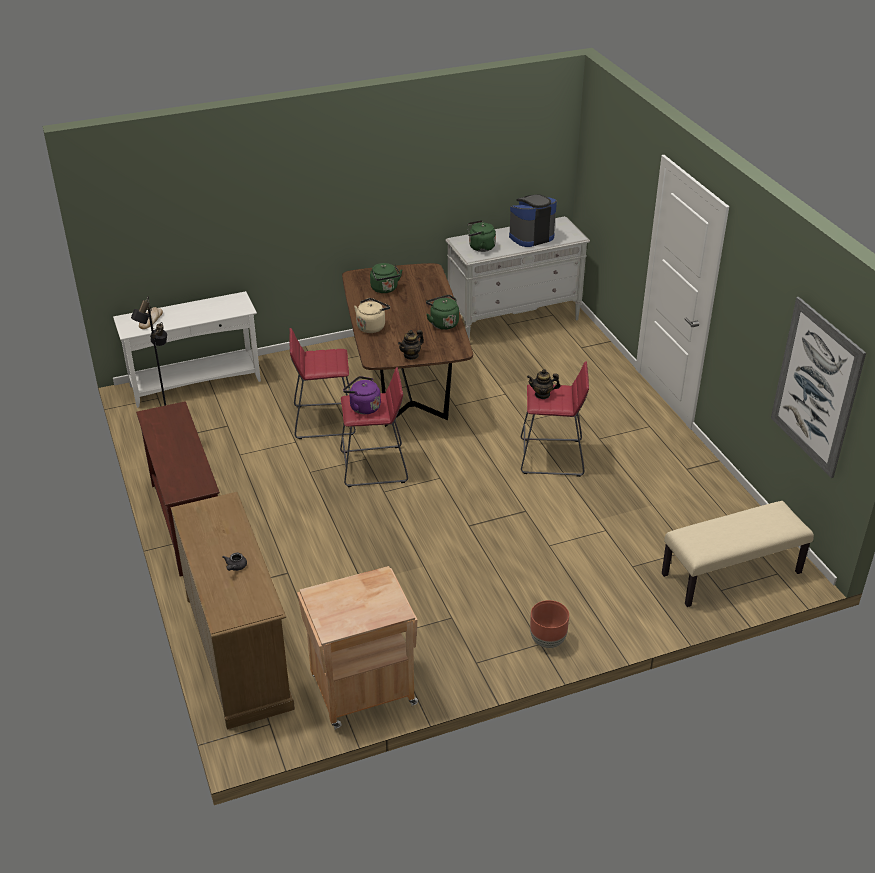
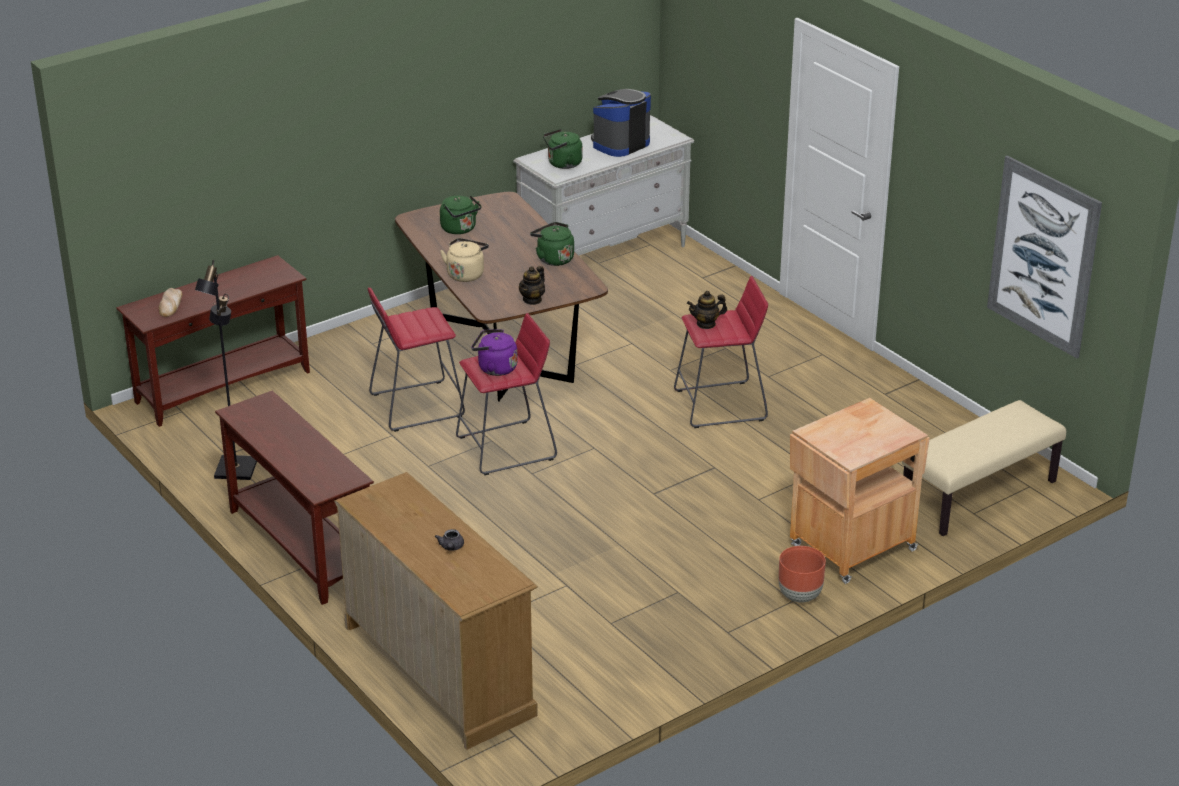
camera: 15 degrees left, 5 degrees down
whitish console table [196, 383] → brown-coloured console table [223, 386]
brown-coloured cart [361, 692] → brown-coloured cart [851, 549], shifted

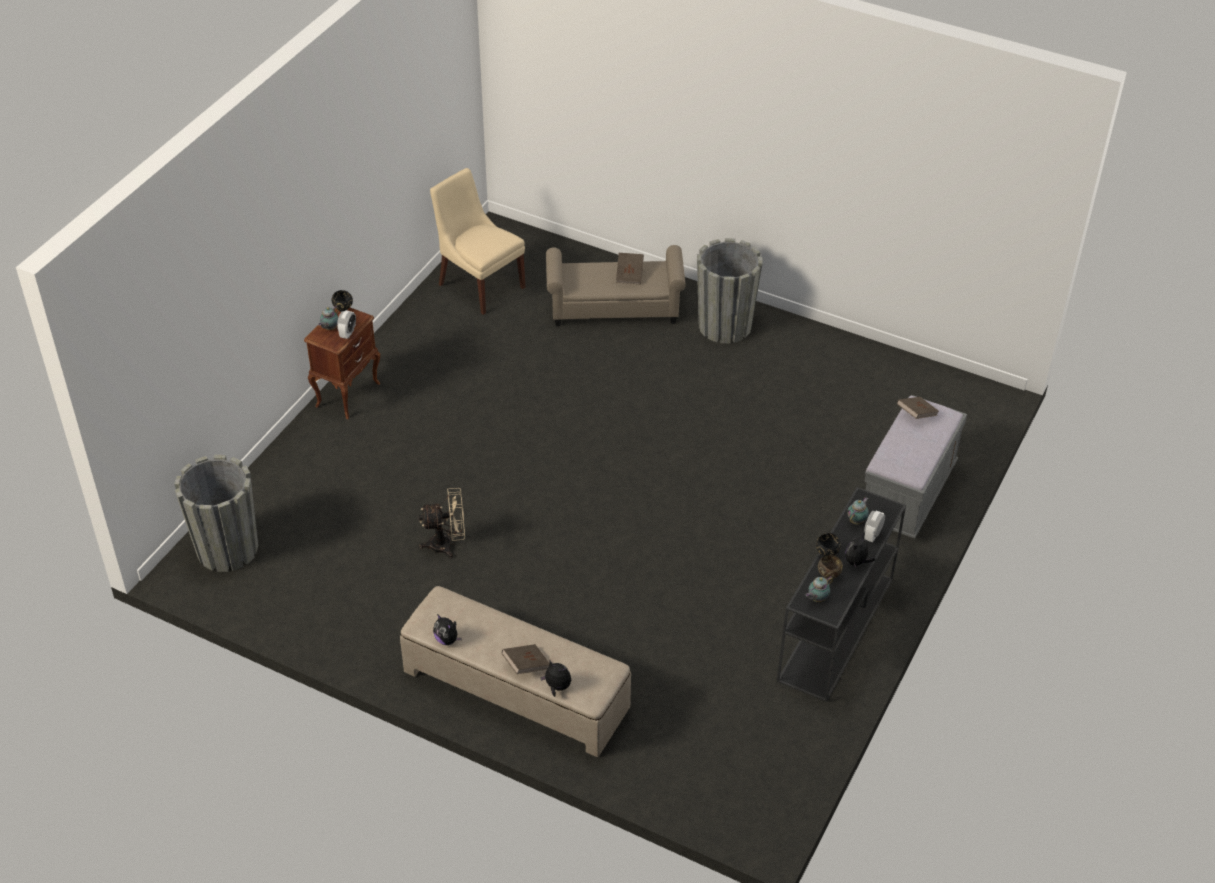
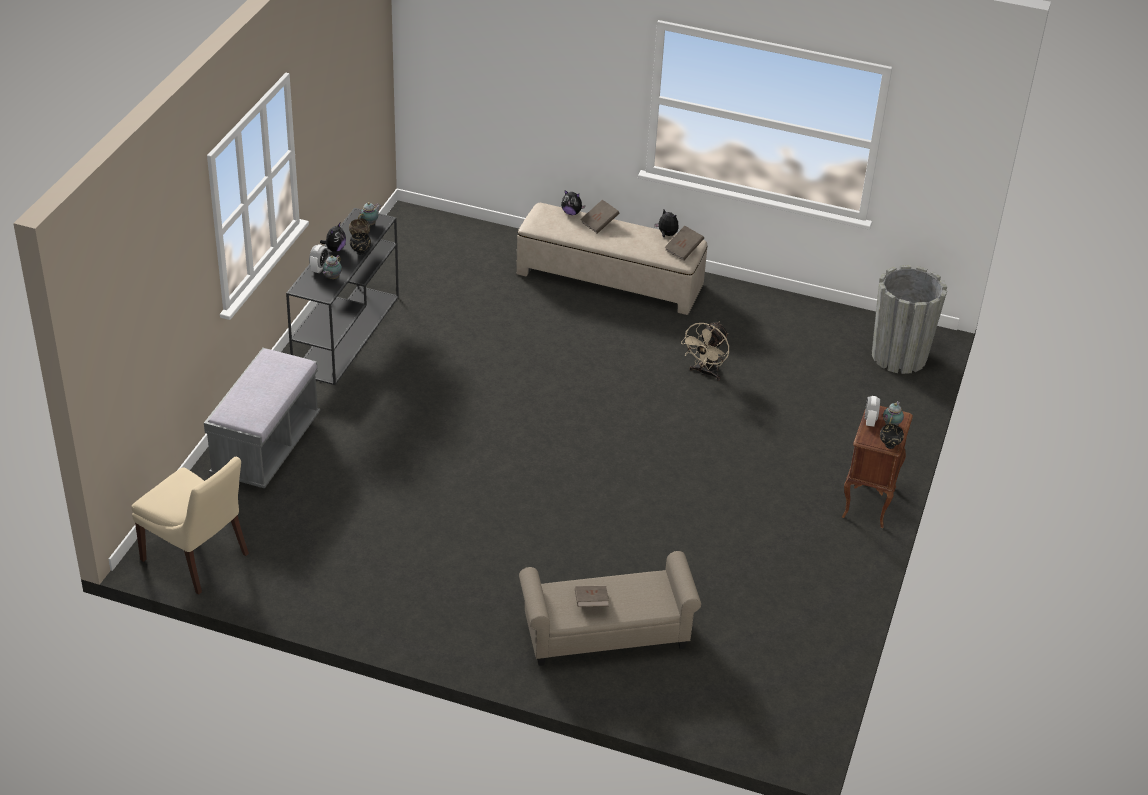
camera: 170 degrees right, 5 degrees down
beige-coloured chair [479, 284] → beige-coloured chair [197, 559], shifted
greyish flower pot [724, 326] → -
brown-coloured volume [916, 414] → brown-coloured volume [683, 250], shifted
beige-coloured cooling fan [447, 545] → beige-coloured cooling fan [705, 373], 45 degrees counterclockwise

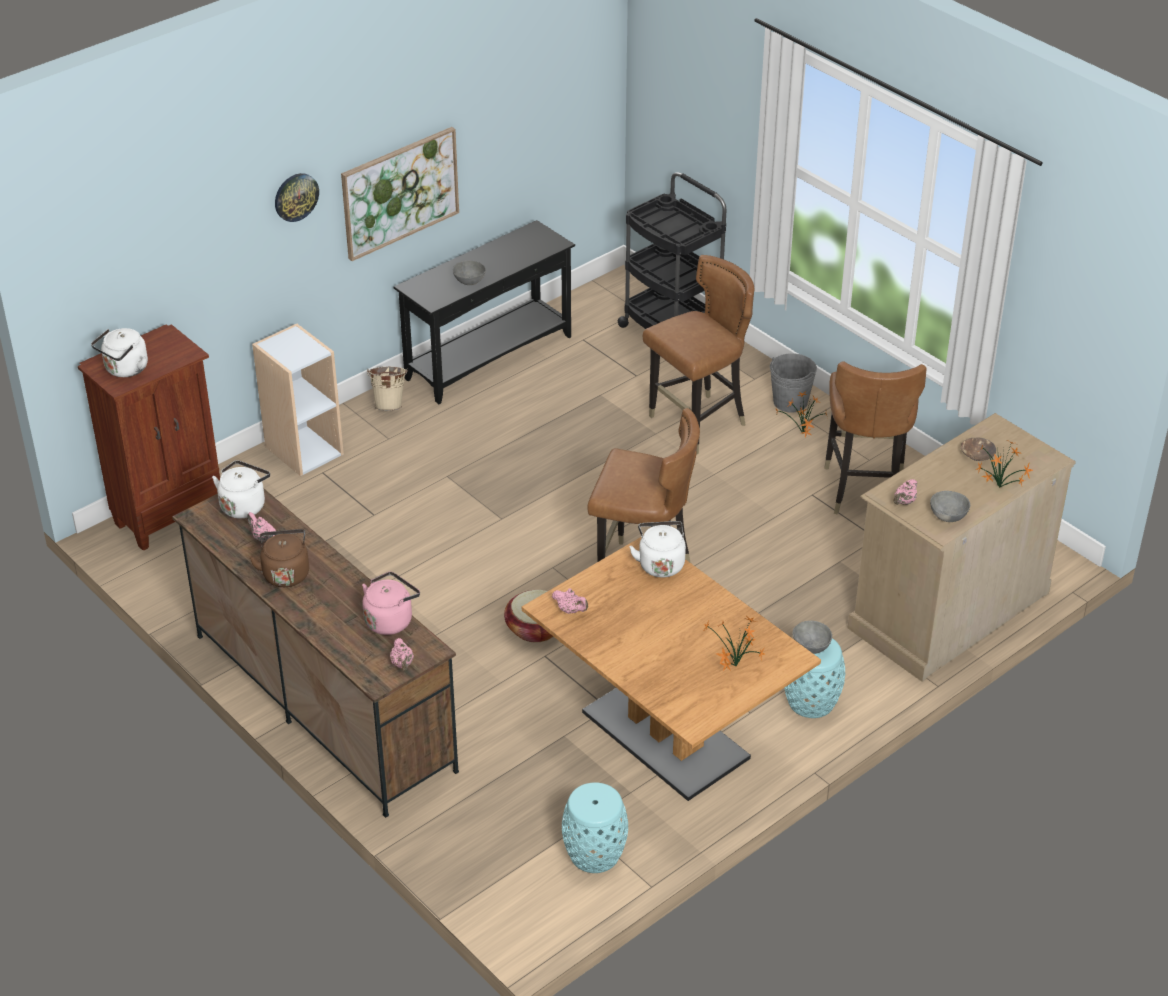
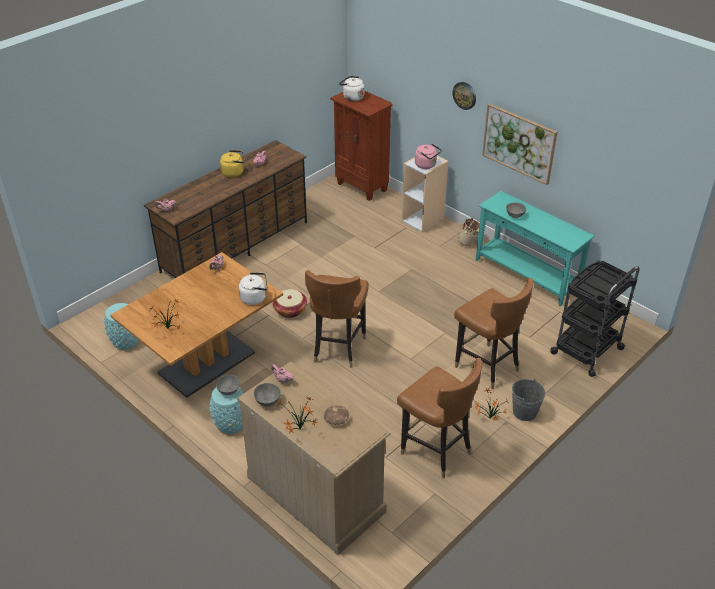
camera: 85 degrees right, 0 degrees up
black console table [489, 357] → blue-green console table [527, 275]
brown-coloured chair [864, 490] → brown-coloured chair [436, 451], 135 degrees counterclockwise
whitish kettle [244, 505] → -
brown-coloured kettle [285, 573] → yellow kettle [234, 172]
pinkish kettle [390, 620] → pinkish kettle [427, 165], shifted

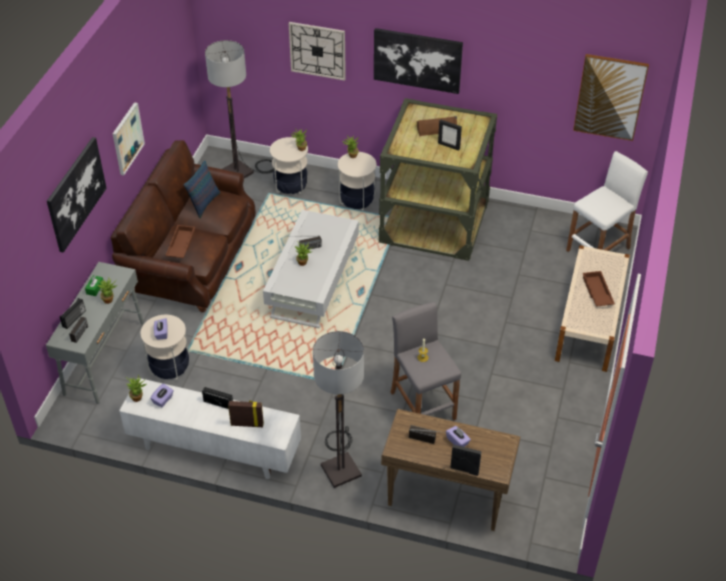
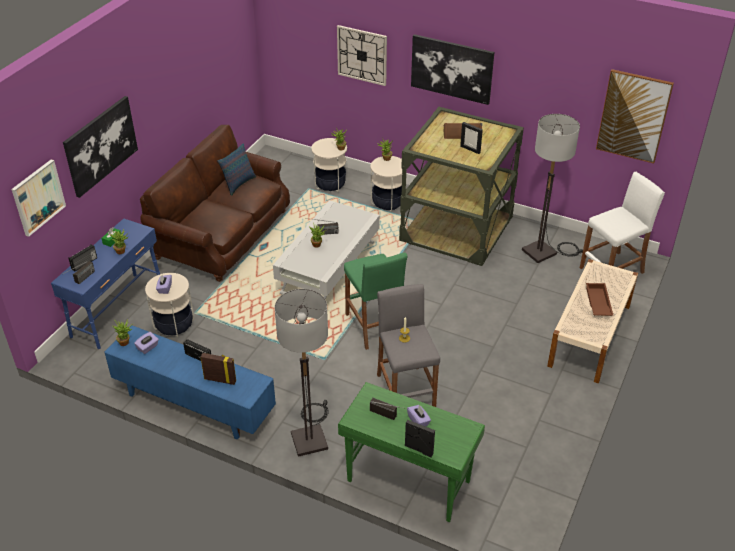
camera: 10 degrees right, 5 degrees down
floor lamp [245, 171] → floor lamp [547, 252], shifted
picture [127, 138] → picture [38, 197], shifted
brown-coloured tray [180, 245] → -
greyish console table [105, 358] → blue-coloured console table [118, 310]
whitish tv unit [213, 447] → blue-coloured tv unit [193, 402]
brown-coloured console table [445, 497] → green-coloured console table [407, 481]
- → green-coloured stool [374, 326]

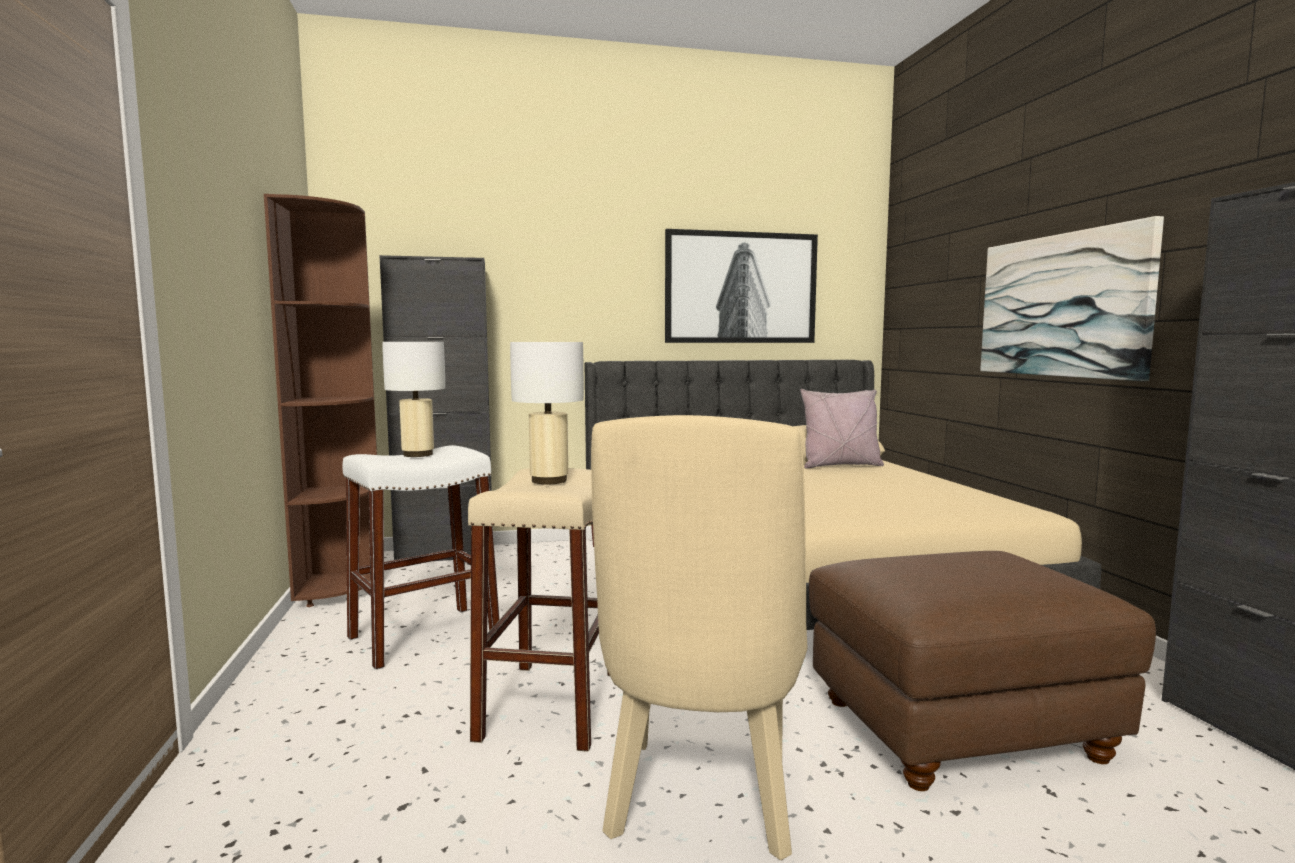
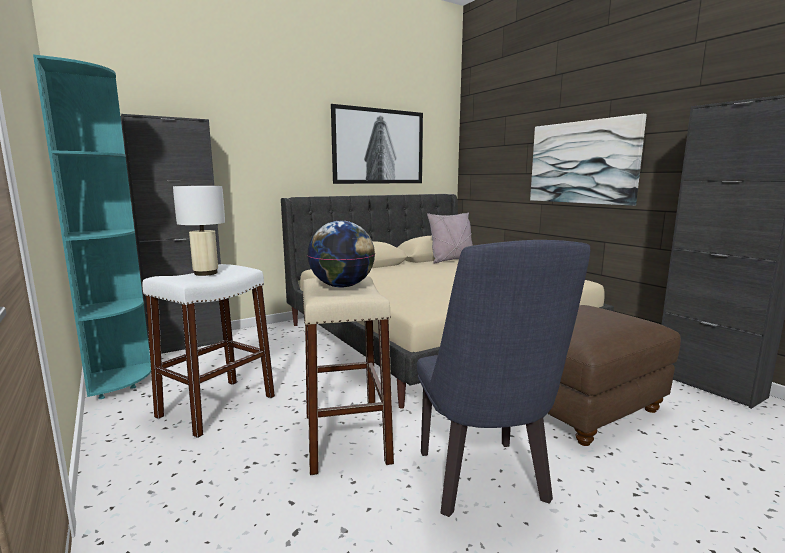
camera: 20 degrees left, 5 degrees up
brown-coloured shelving unit [337, 595] → blue-green shelving unit [120, 386]
whitish table lamp [550, 481] → world globe [342, 286]
beige-coloured chair [700, 808] → blue-coloured chair [485, 483]

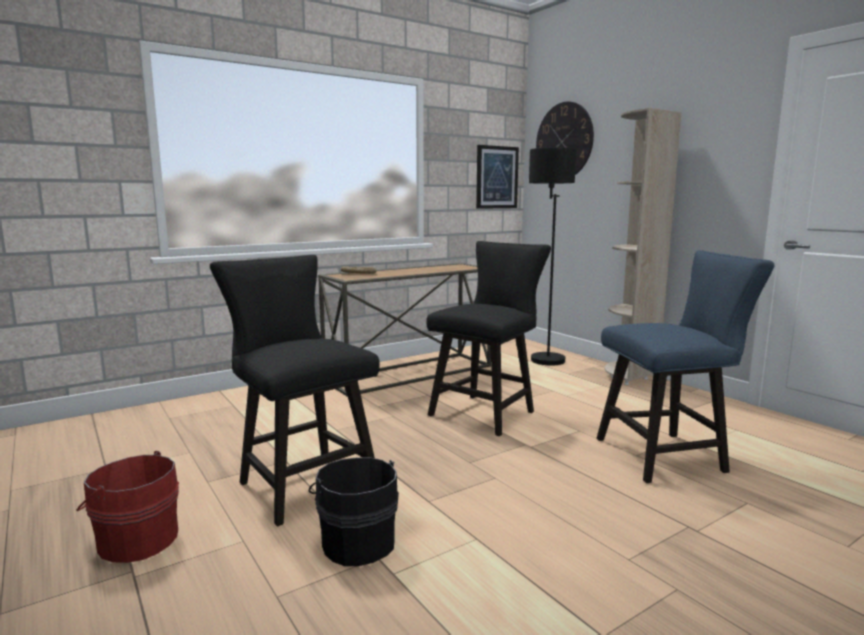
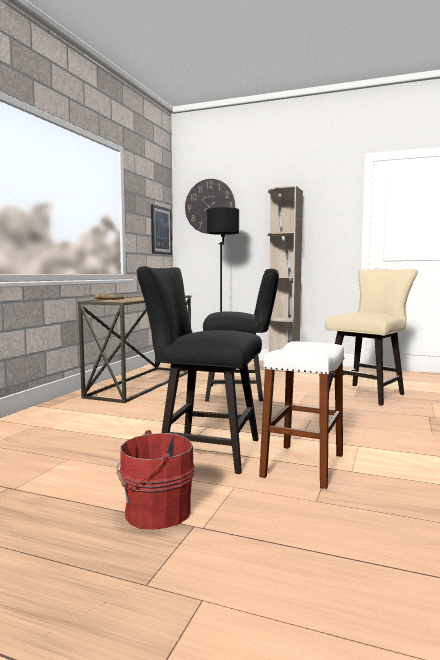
camera: 35 degrees left, 5 degrees down
black chair [487, 412] → black chair [240, 393], 90 degrees clockwise
blue-coloured chair [668, 455] → beige-coloured chair [368, 393]
black pail [357, 542] → whitish stool [303, 465]

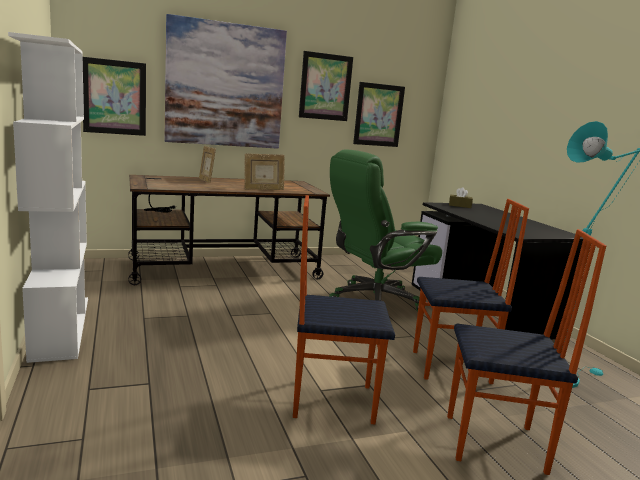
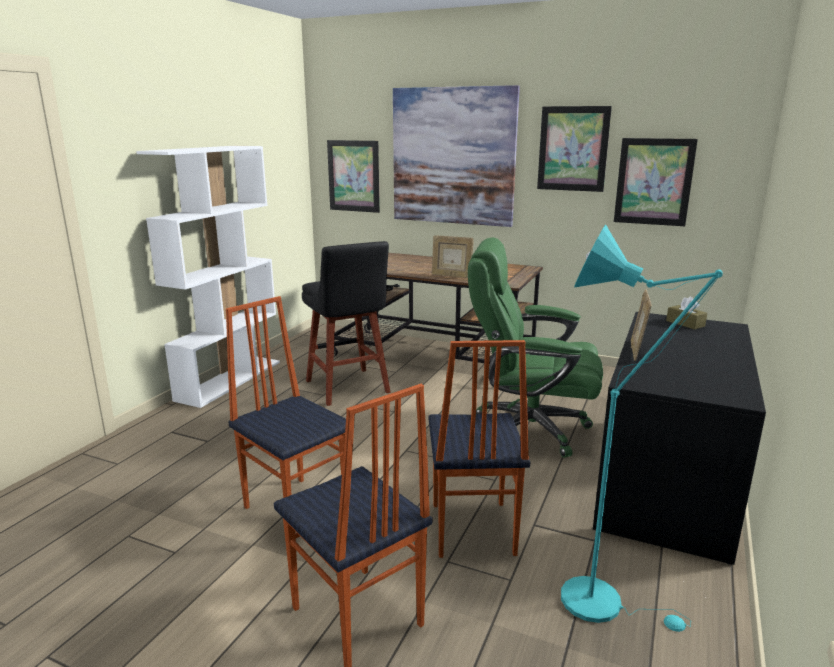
camera: 45 degrees right, 5 degrees up
picture frame [206, 181] → picture frame [636, 351], shifted
chair [452, 368] → chair [471, 529], 45 degrees clockwise
- → black stool [347, 387]

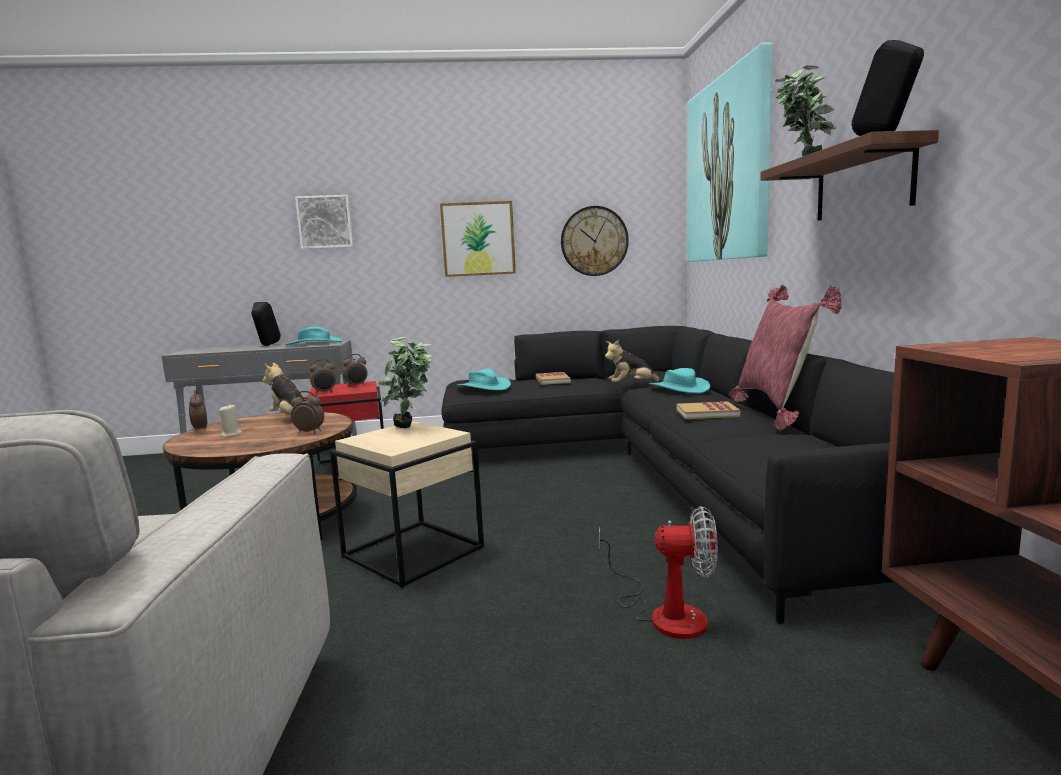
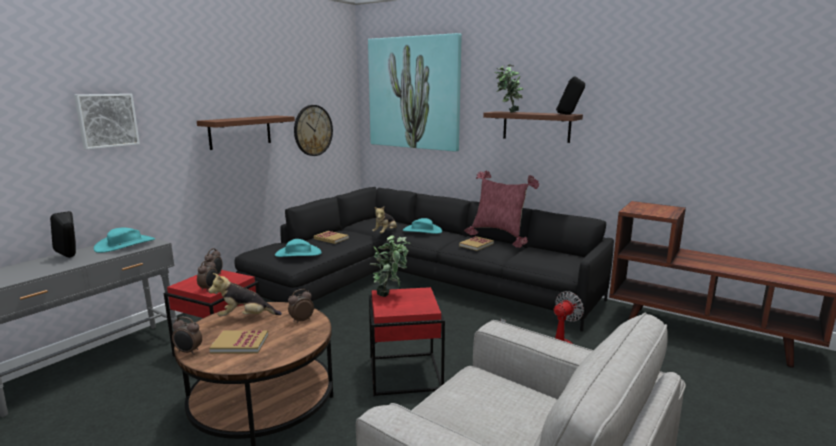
camera: 50 degrees left, 5 degrees up
picture [478, 239] → brown-coloured shelf [240, 132]
beige-coloured candle [231, 434] → volume [240, 344]
beige-coloured accent table [415, 552] → red-coloured accent table [405, 373]

